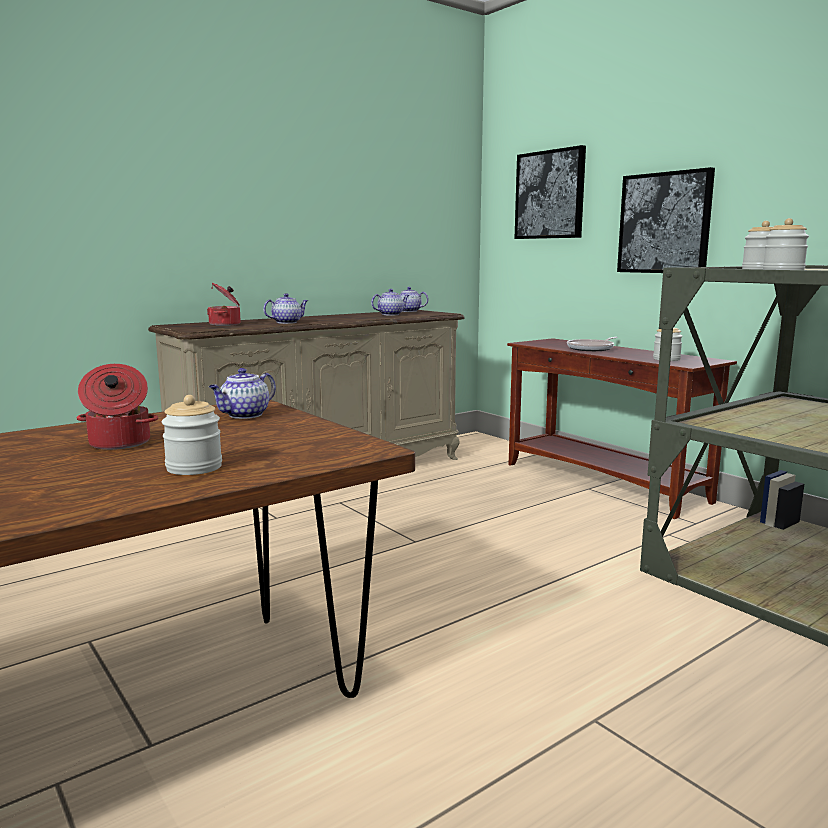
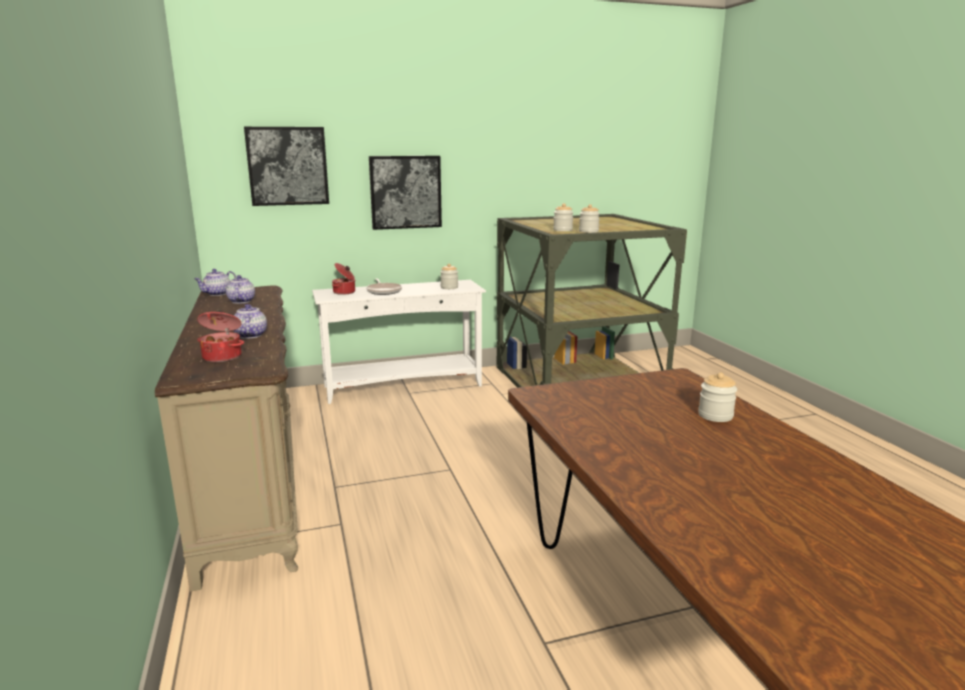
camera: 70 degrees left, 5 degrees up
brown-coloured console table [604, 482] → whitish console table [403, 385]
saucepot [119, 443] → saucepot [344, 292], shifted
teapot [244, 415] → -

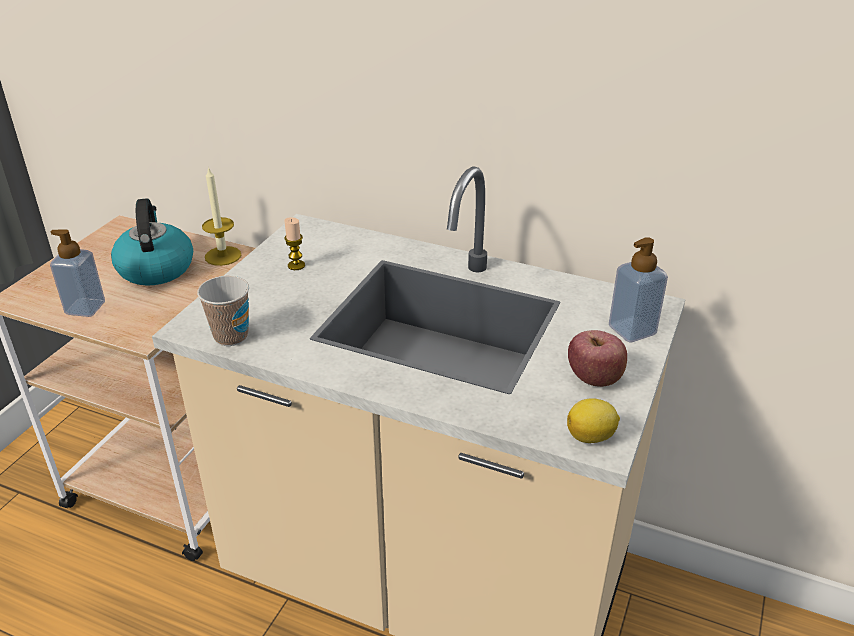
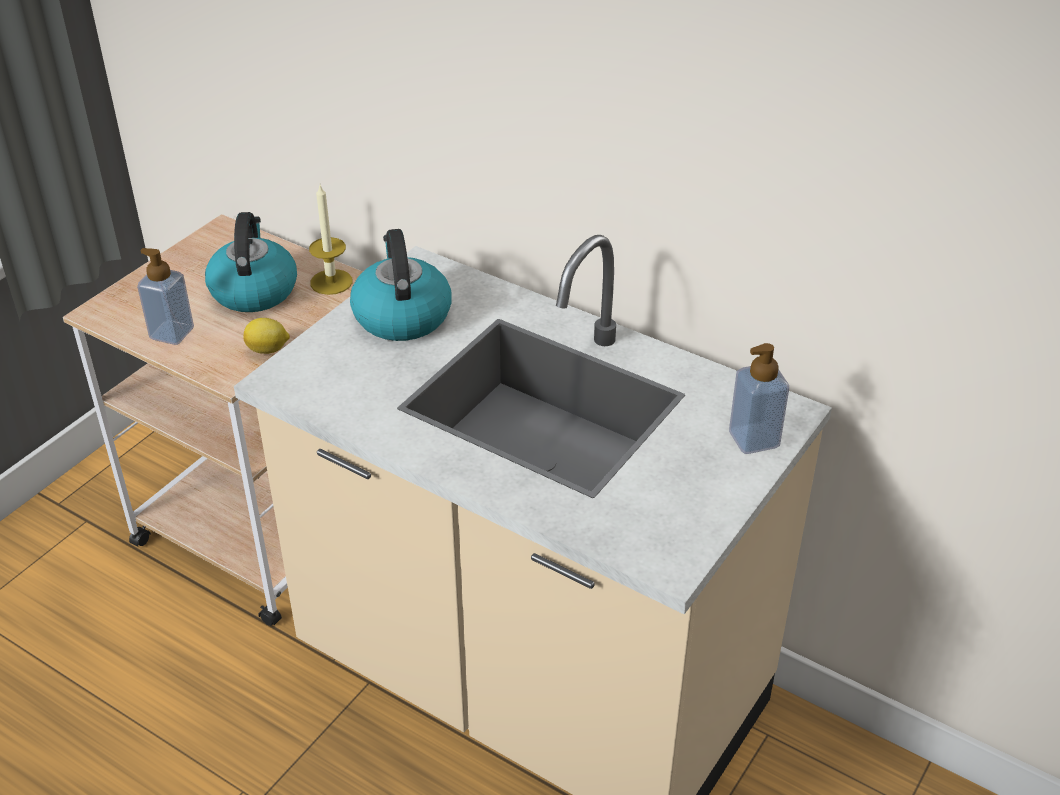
camera: 10 degrees right, 5 degrees up
candle [296, 265] → kettle [401, 315]
small cup [231, 336] → -
whole apple [594, 378] → -
citrus fruit [591, 437] → citrus fruit [268, 350], shifted

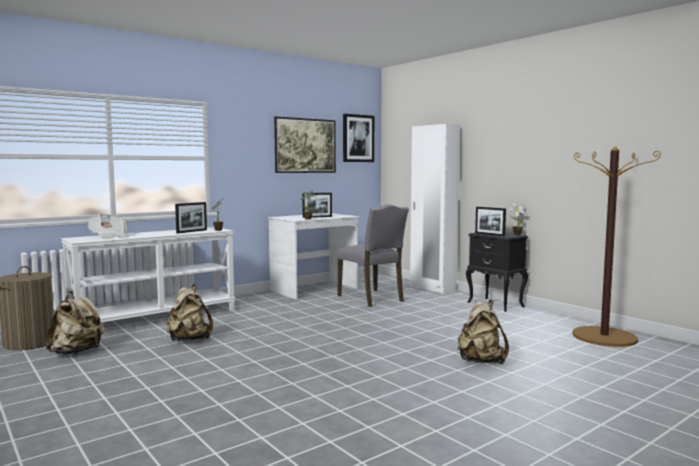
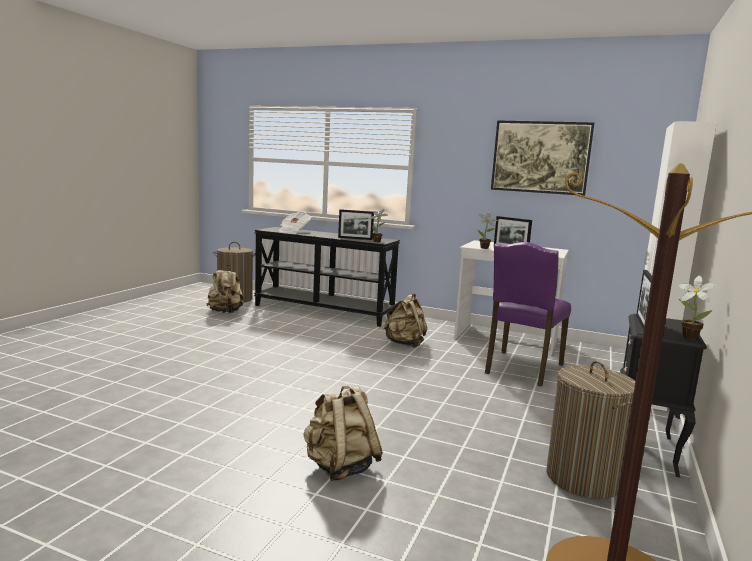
camera: 60 degrees right, 5 degrees up
picture [358, 138] → -
greyish chair [372, 298] → purplish chair [522, 369]
whitish console table [156, 318] → black console table [324, 311]
beige-coloured rucksack [189, 340] → beige-coloured rucksack [405, 344], shifted
- → hamper [583, 478]

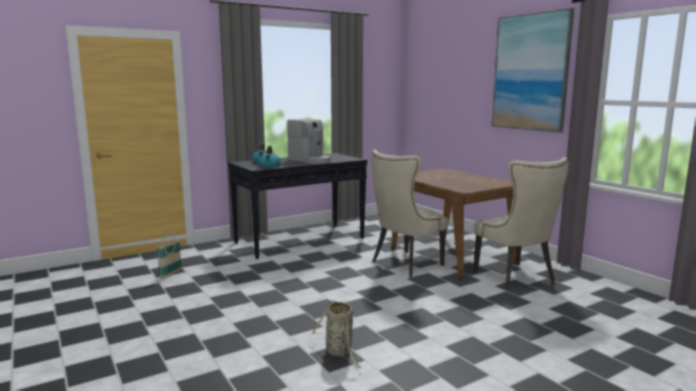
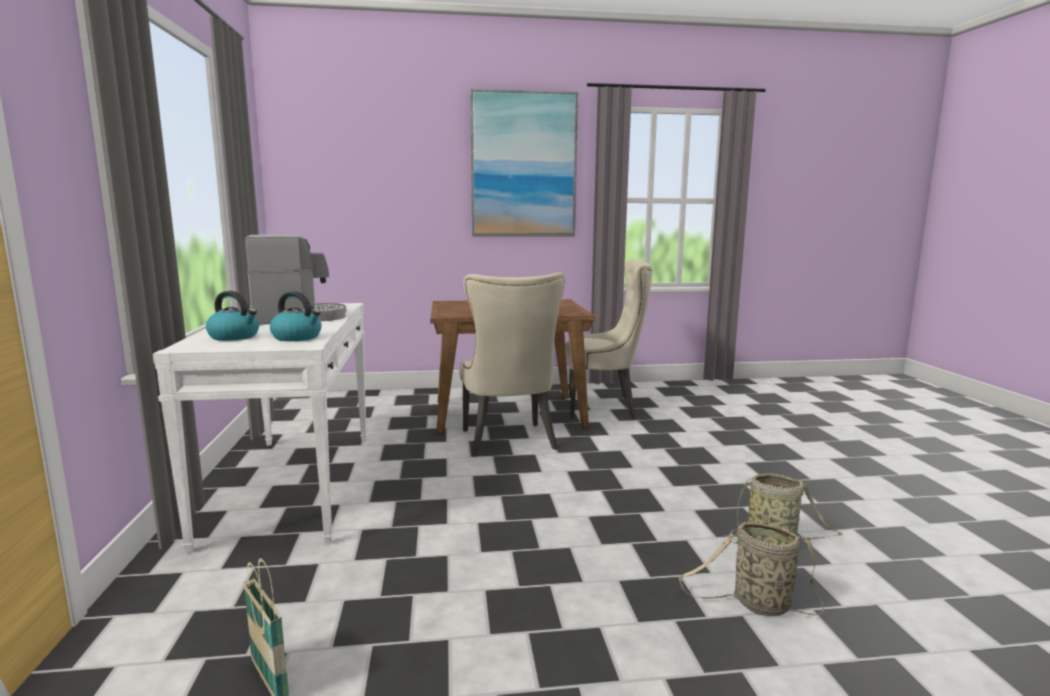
camera: 65 degrees left, 0 degrees up
black console table [300, 240] → whitish console table [293, 484]
- → storage basket [757, 605]

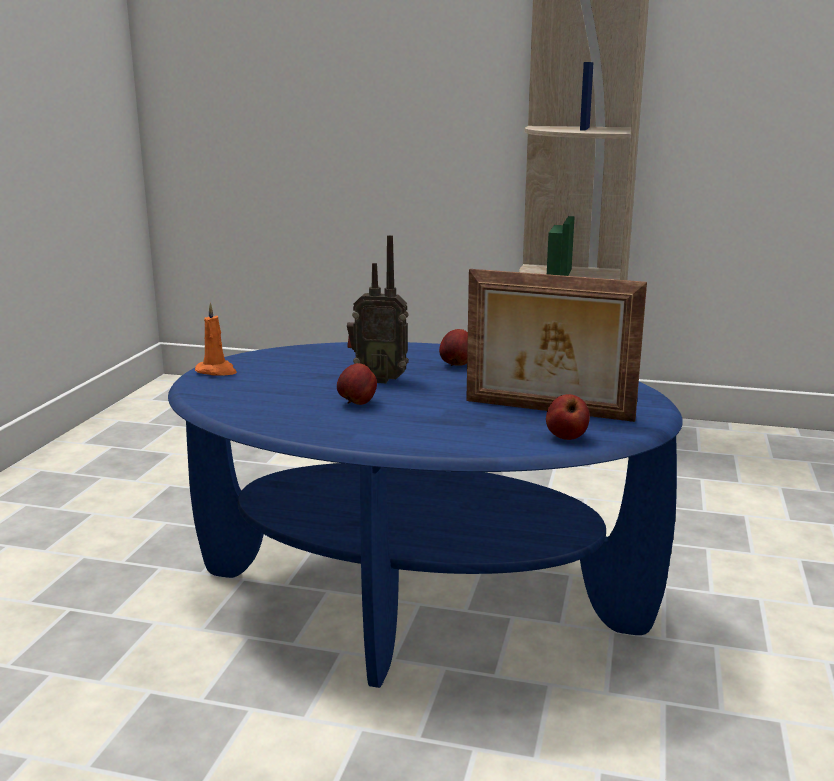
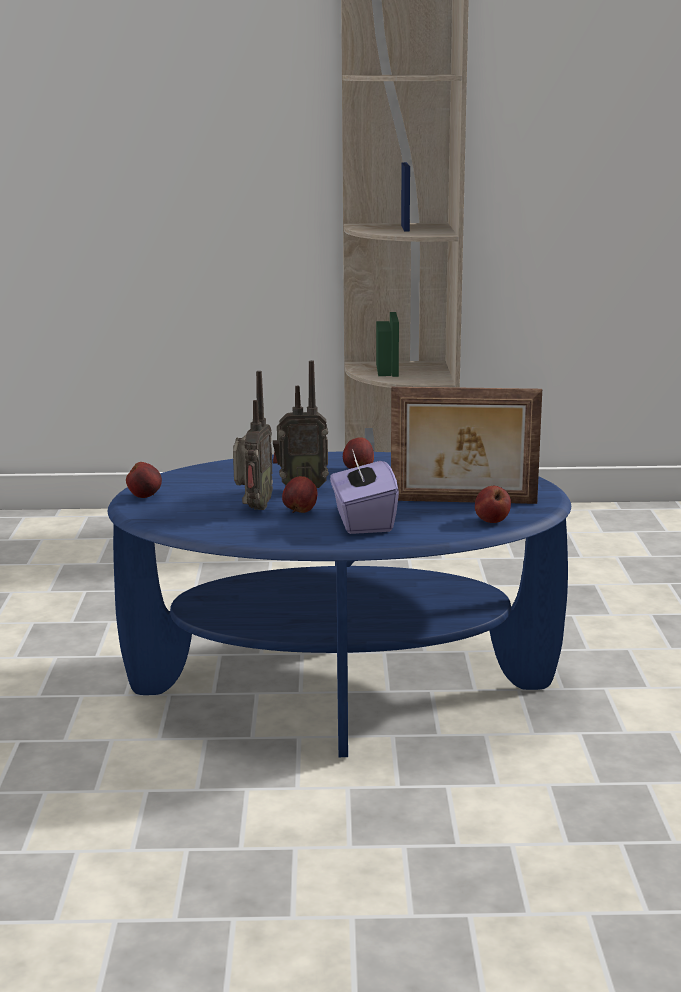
camera: 15 degrees left, 0 degrees up
orangey candle [217, 371] → whole apple [145, 496]
- → radio [253, 508]
- → purplish tissue holder [363, 521]

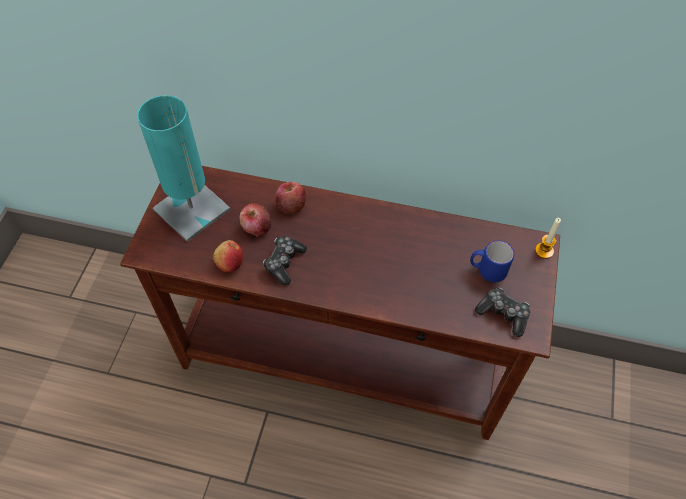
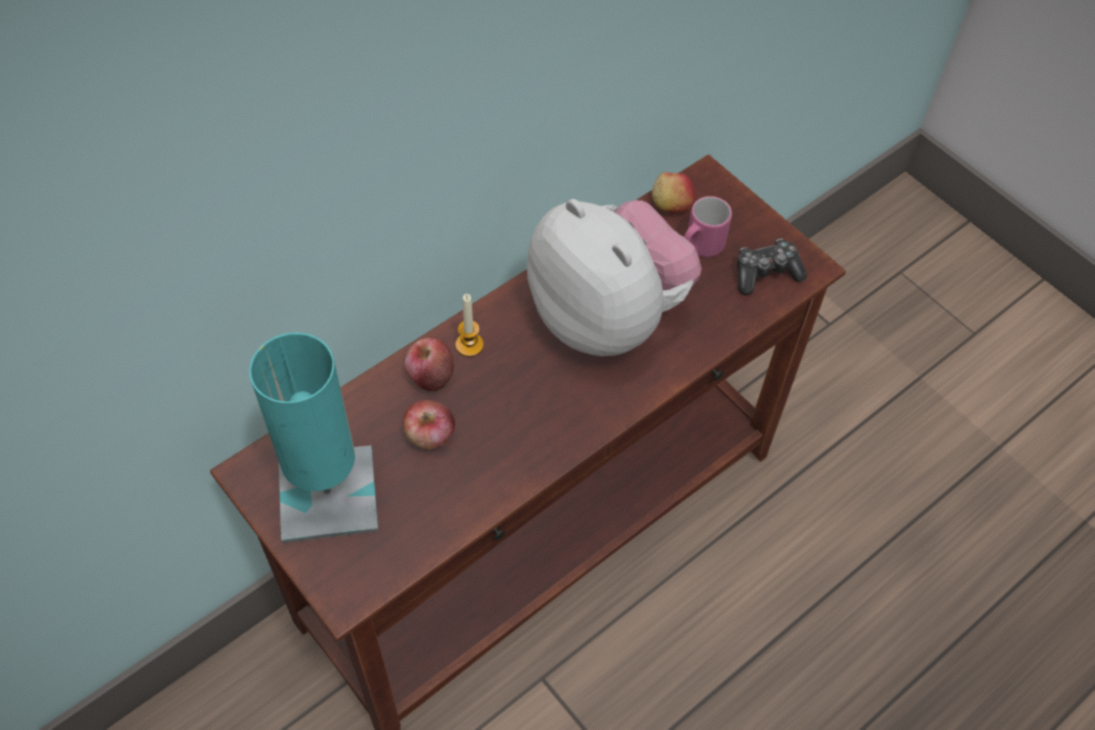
camera: 55 degrees left, 0 degrees up
candle [544, 251] → candle [469, 345], shifted
game controller [284, 263] → -
whole apple [230, 263] → whole apple [671, 204], shifted
blue-coloured mug [487, 270] → pinkish mug [699, 248]
- → plush toy [607, 316]

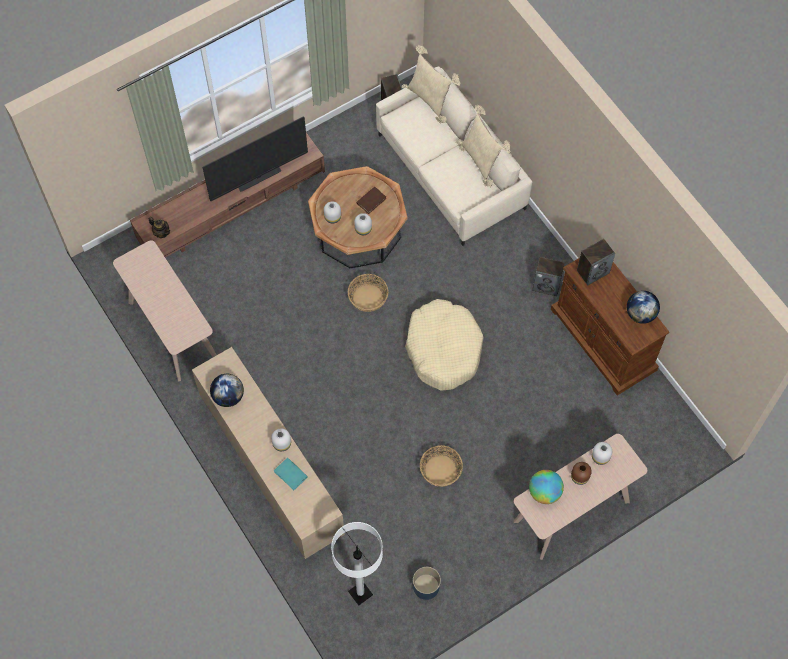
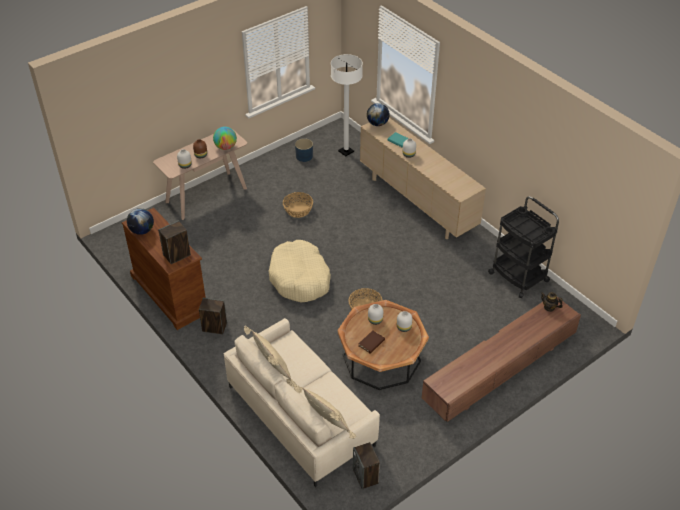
camera: 175 degrees right, 20 degrees down
TV set [259, 178] → -
beige-coloured console table [172, 330] → black cart [517, 277]
world globe [228, 396] → world globe [377, 123], shifted

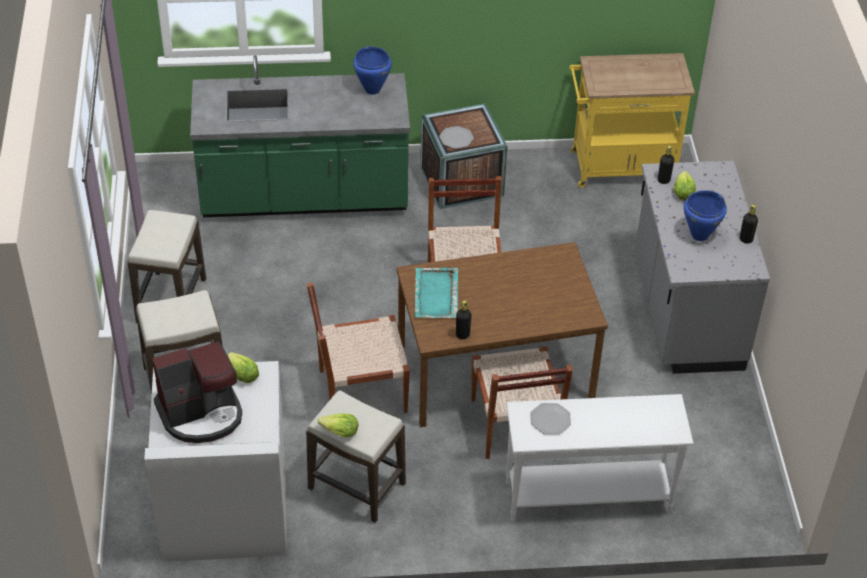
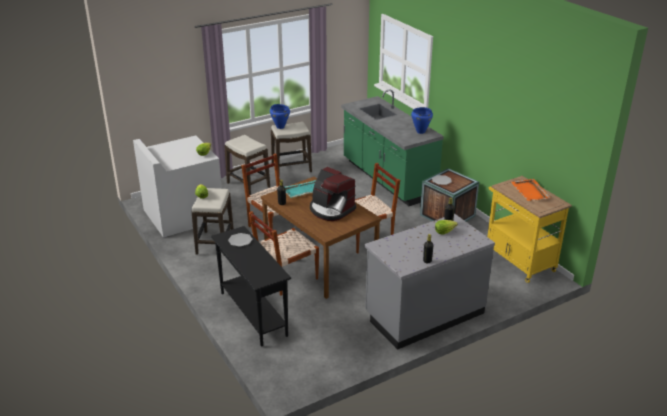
camera: 65 degrees right, 15 degrees down
blue-coloured saucepot [699, 235] → blue-coloured saucepot [280, 127], shifted
coffee maker [201, 414] → coffee maker [331, 210], shifted
whitish console table [586, 499] → black console table [252, 314]
- → orangey tray [530, 191]

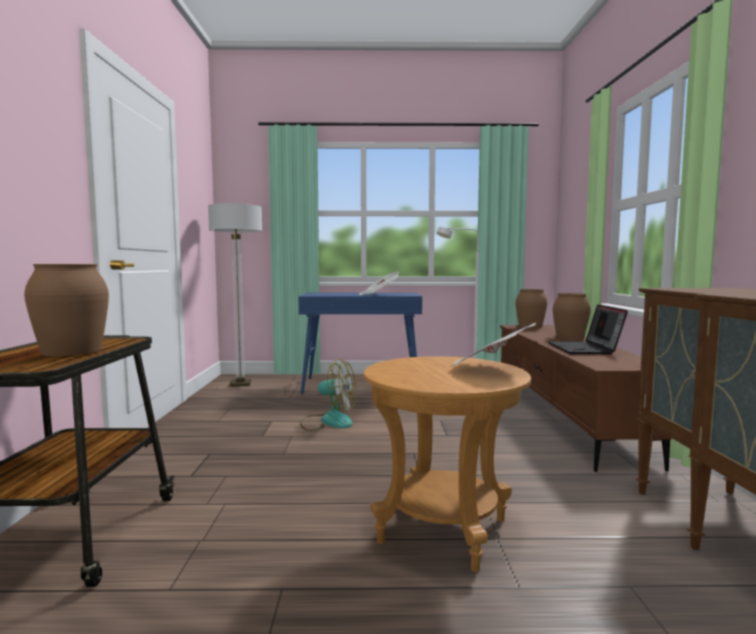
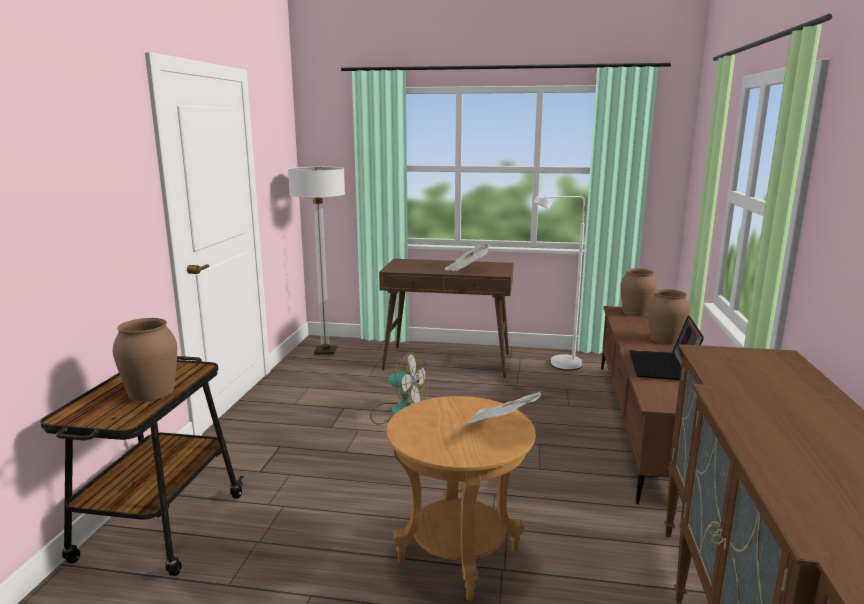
camera: 10 degrees right, 10 degrees up
blue-coloured console table [362, 385] → brown-coloured console table [448, 361]

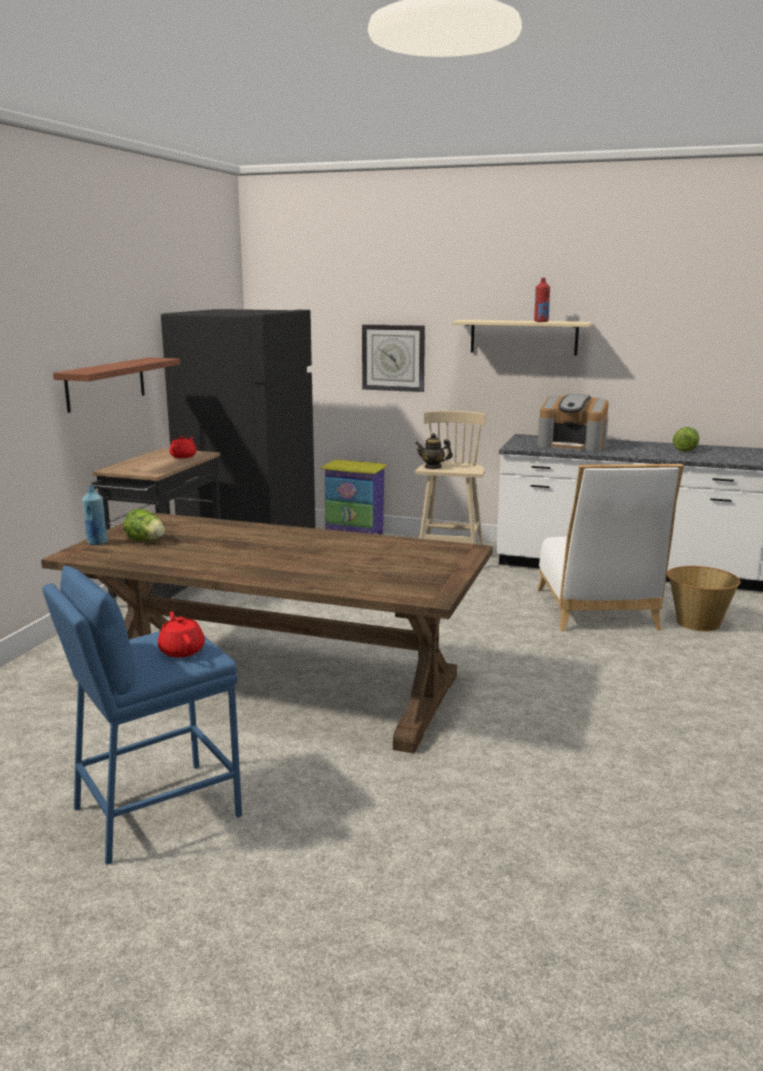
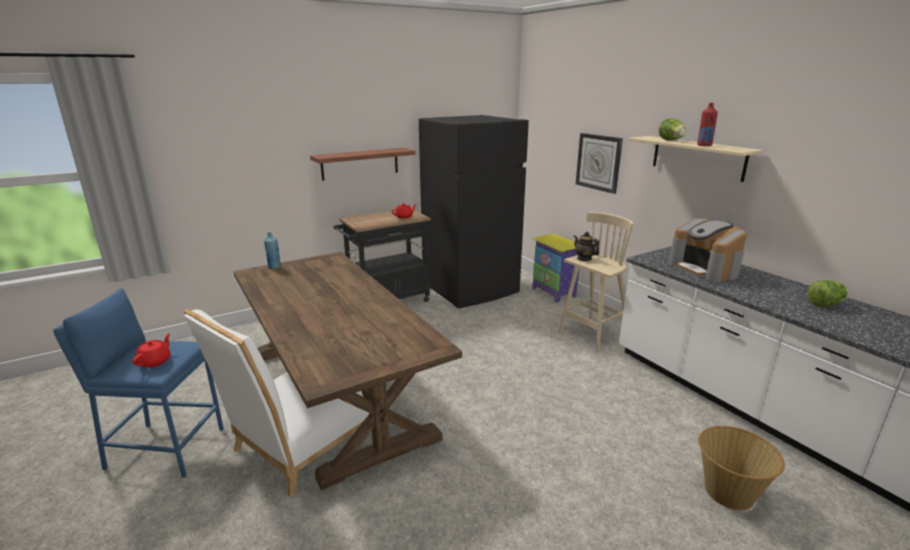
camera: 40 degrees right, 5 degrees up
whitish chair [597, 612] → whitish chair [300, 446], shifted
lettuce [146, 541] → lettuce [671, 140], shifted

